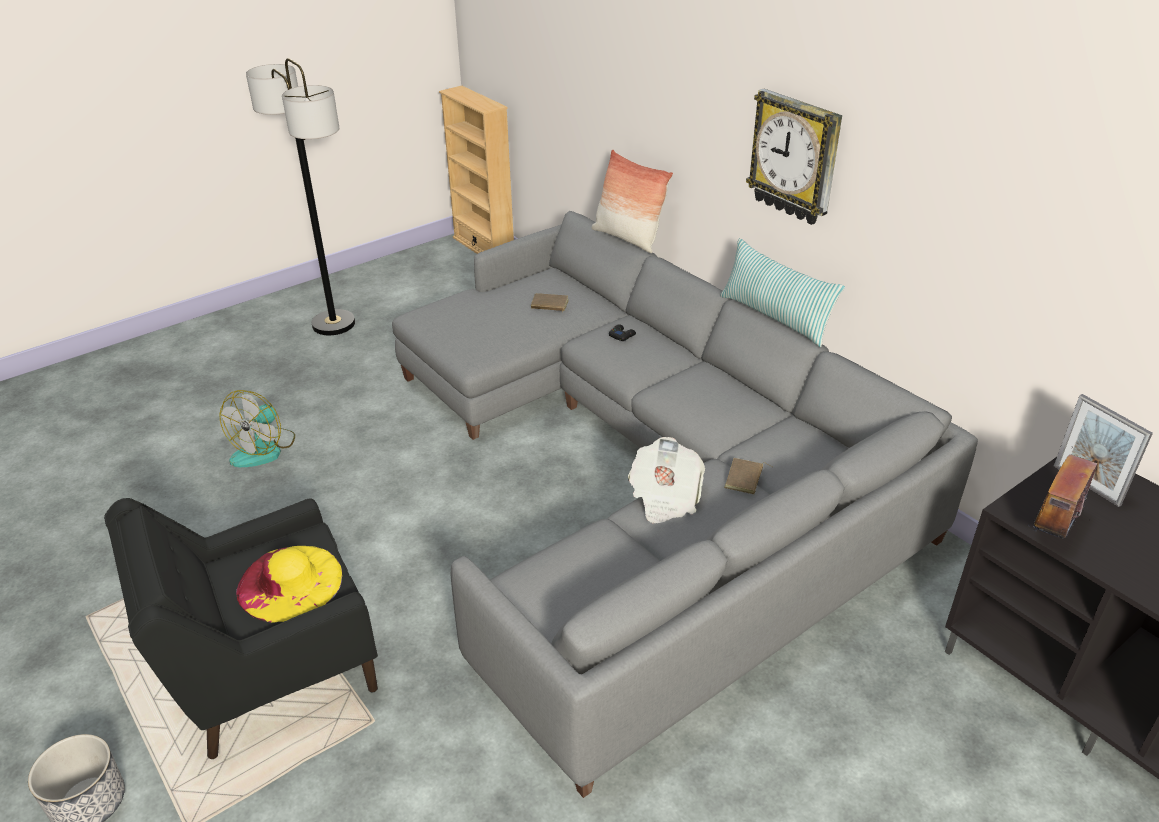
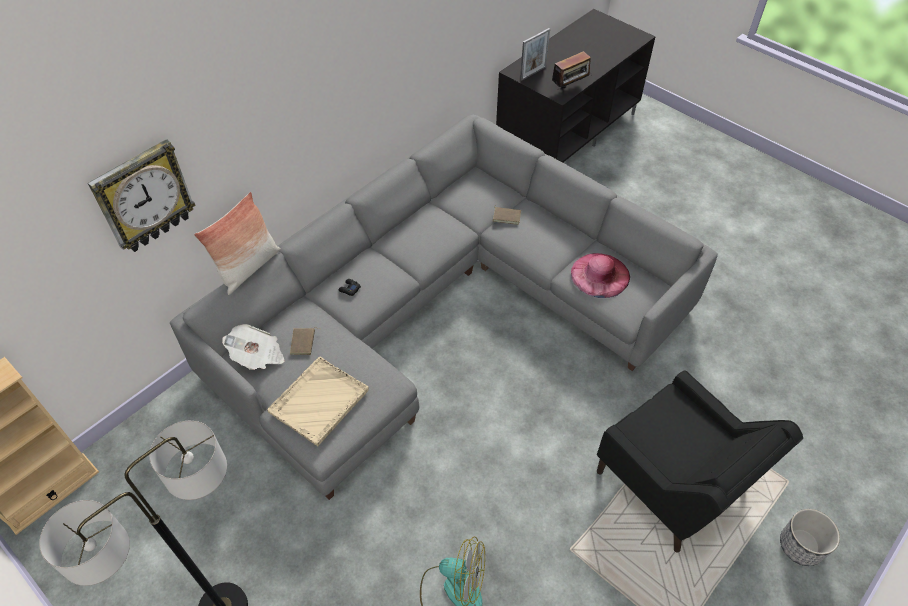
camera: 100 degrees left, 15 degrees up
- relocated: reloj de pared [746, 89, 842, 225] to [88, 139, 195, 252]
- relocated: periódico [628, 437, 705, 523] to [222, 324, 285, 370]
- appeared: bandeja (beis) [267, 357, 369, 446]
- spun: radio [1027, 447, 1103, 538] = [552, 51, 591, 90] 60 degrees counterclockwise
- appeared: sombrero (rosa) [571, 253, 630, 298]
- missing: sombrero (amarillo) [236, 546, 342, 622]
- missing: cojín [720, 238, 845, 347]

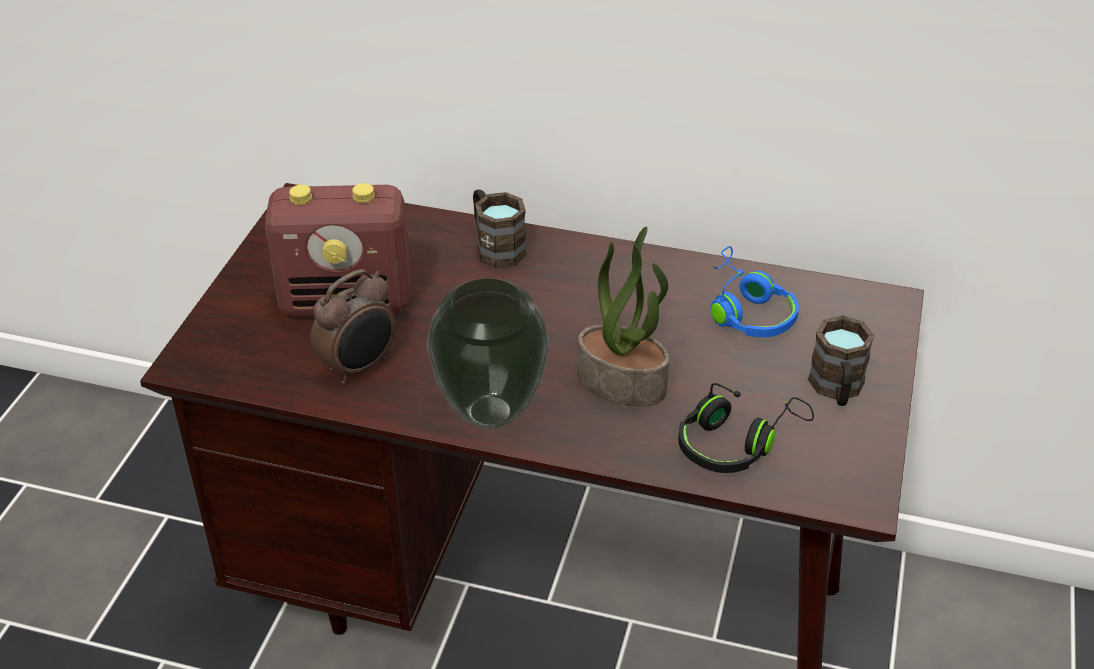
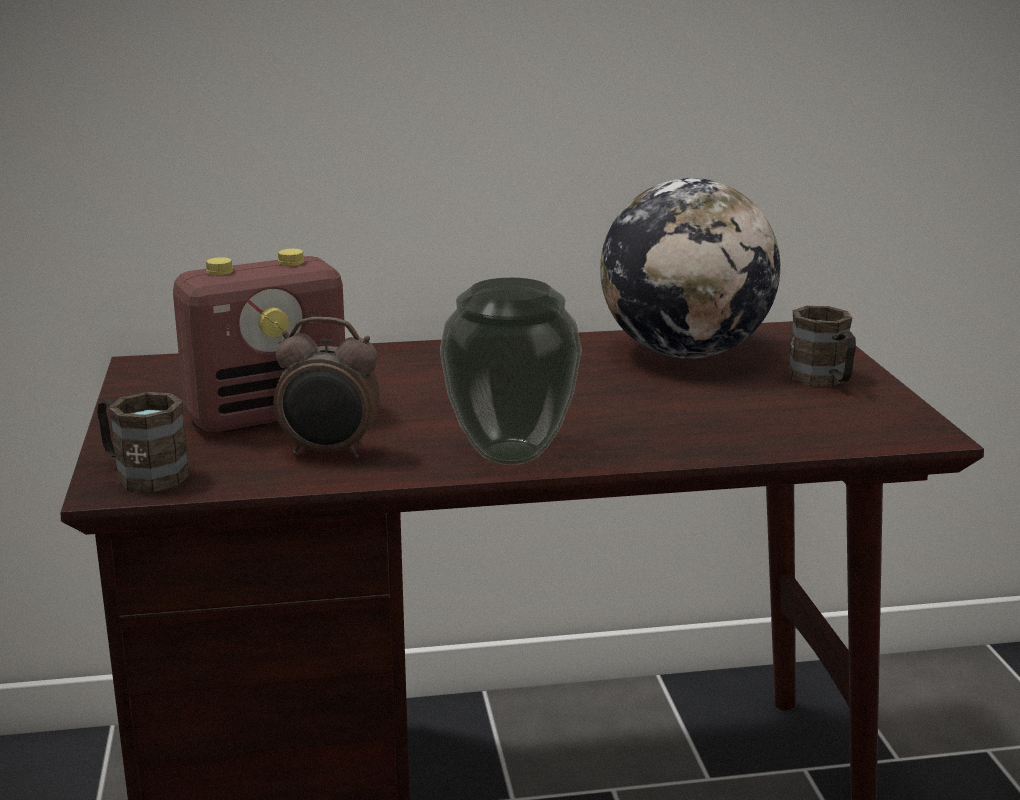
camera: 25 degrees left, 20 degrees down
- relocated: taza grande (marrón) [473, 189, 526, 268] to [97, 392, 190, 492]
- spun: despertador [310, 269, 396, 384] = [274, 317, 380, 459] 75 degrees clockwise
- exchanged: auriculares (azul) [711, 246, 799, 337] to globo terráqueo [600, 178, 780, 359]
- missing: planta en maceta [577, 226, 669, 406]
- missing: auriculares (negro) [678, 383, 814, 473]

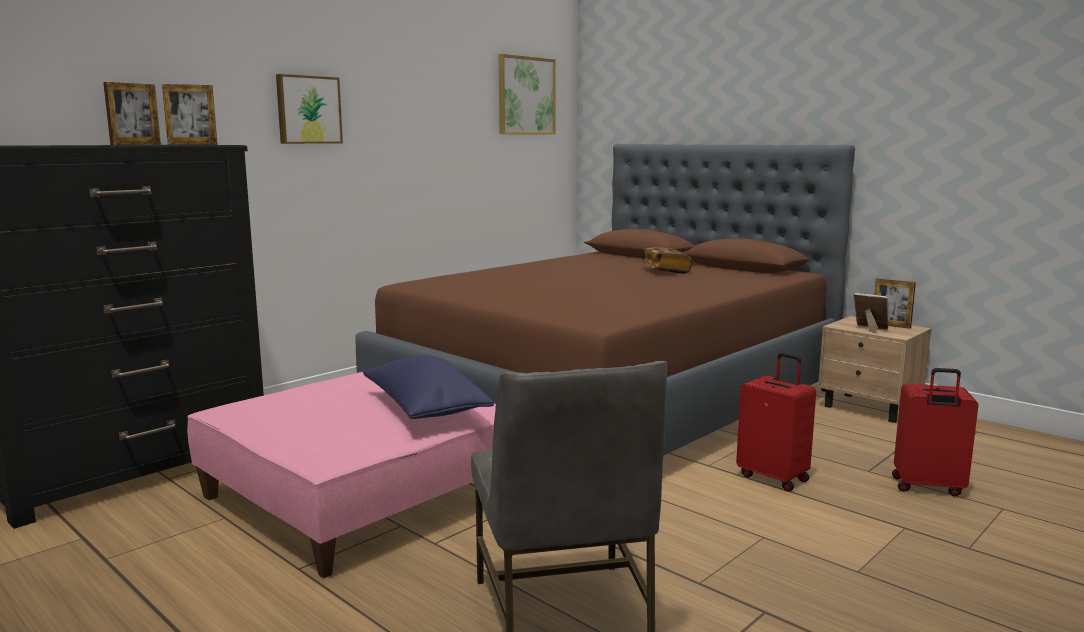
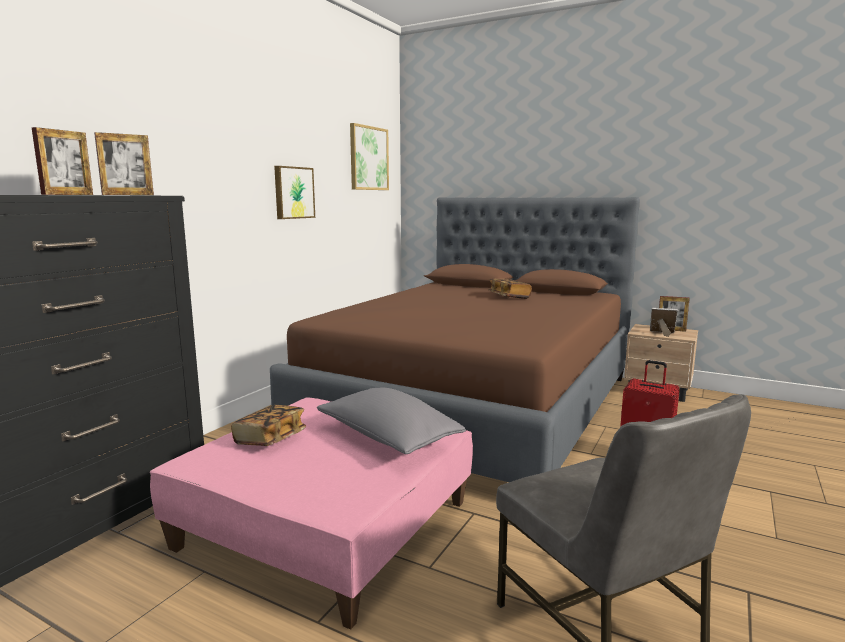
camera: 15 degrees left, 0 degrees up
- appeared: libro [231, 405, 306, 446]
- relocated: cuadro [276, 74, 343, 144] to [274, 166, 315, 219]
- colour: cojín (azul) [363, 355, 494, 419] to cojín (gris) [317, 388, 466, 454]
- missing: maleta (rojo) [892, 368, 978, 497]

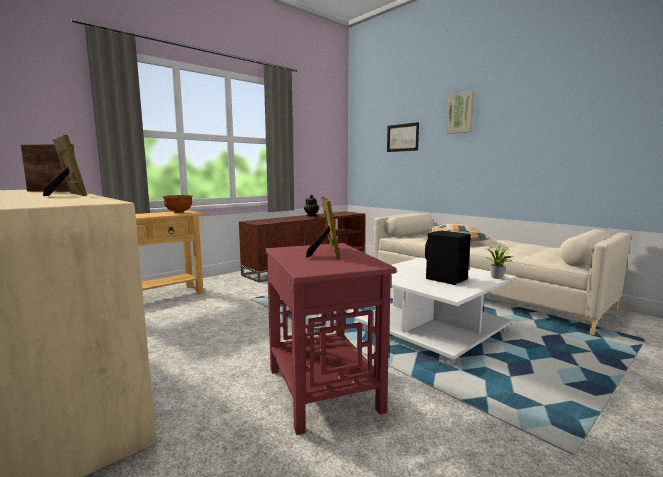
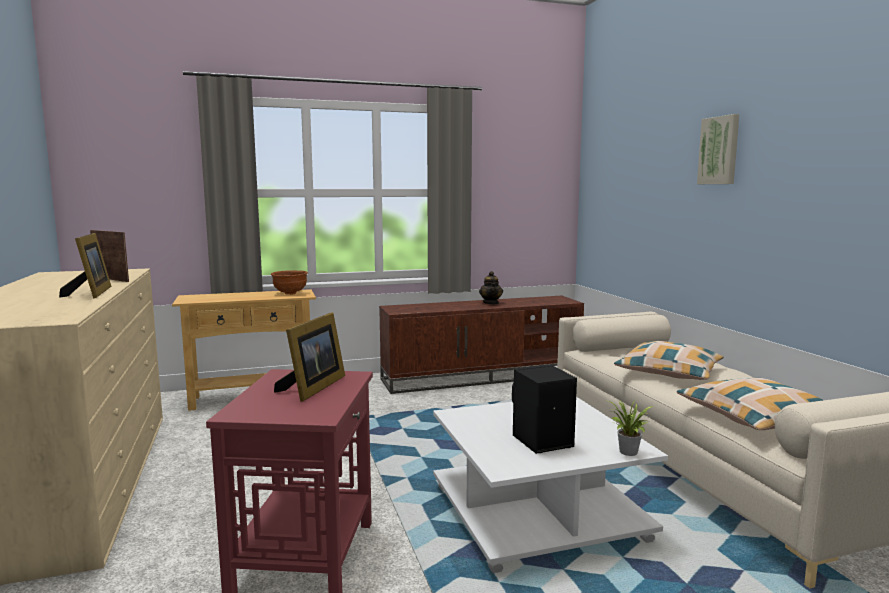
camera: 25 degrees right, 0 degrees up
- appeared: cojín [677, 378, 823, 430]
- missing: cuadro [387, 122, 419, 152]

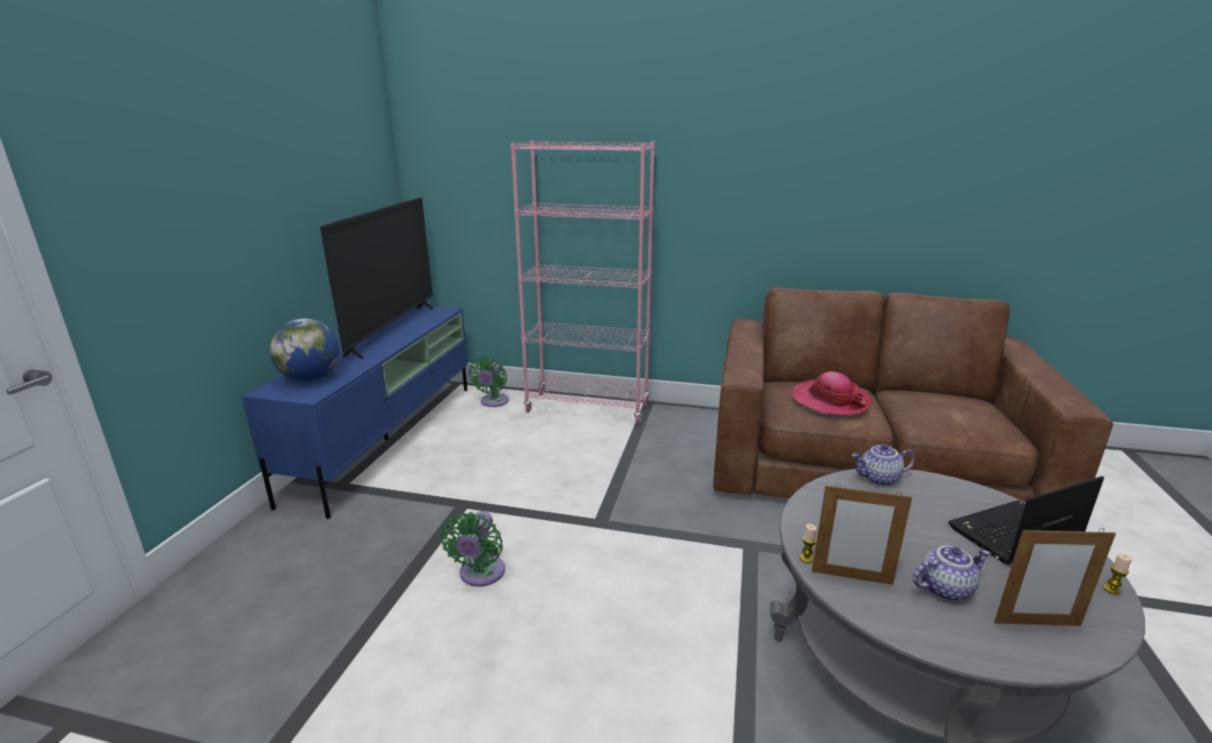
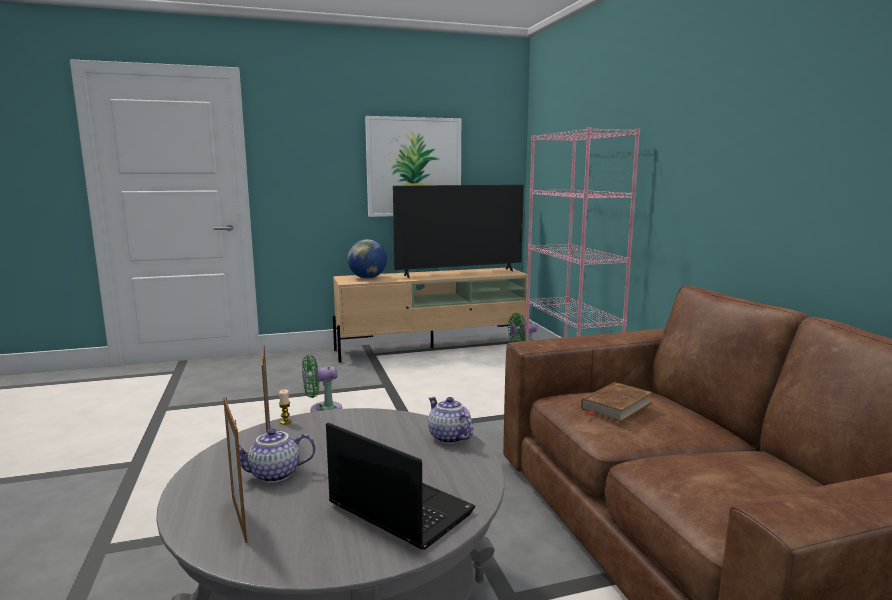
camera: 60 degrees right, 10 degrees down
- spun: tetera [913, 546, 990, 601] = [239, 429, 316, 483] 120 degrees clockwise
- colour: mueble de televisión (azul) [242, 306, 468, 519] to mueble de televisión (beis) [333, 268, 527, 363]
- appeared: cuadro [365, 116, 461, 217]
- exchanged: sombrero [792, 371, 872, 415] to libro (marrón) [581, 382, 653, 422]
- missing: vela [1103, 553, 1132, 595]

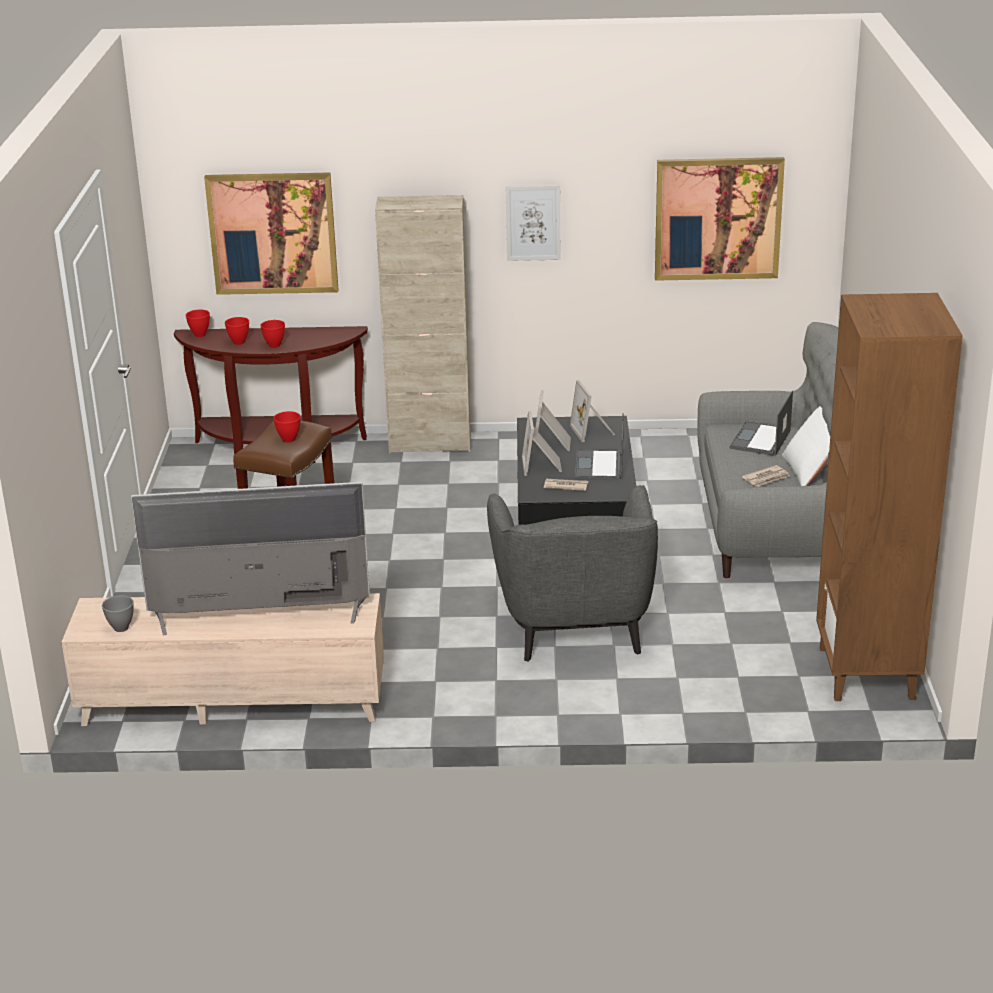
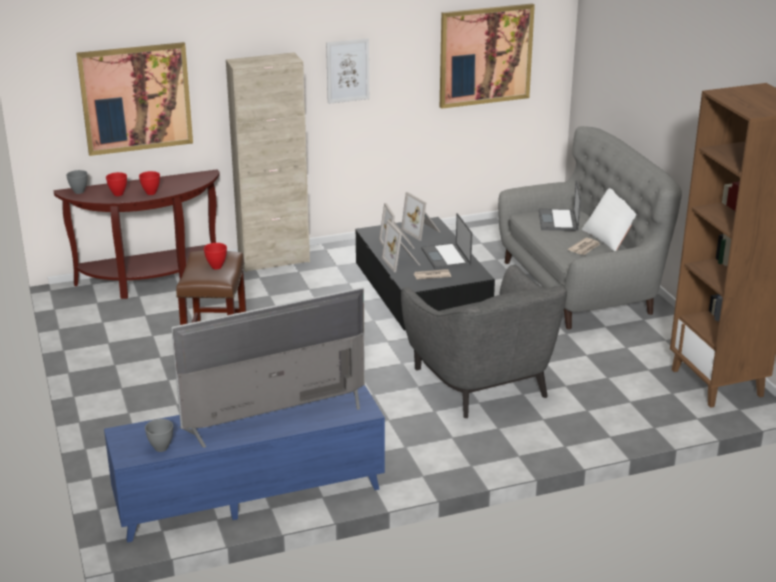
camera: 20 degrees left, 0 degrees up
- colour: cuenco (rojo) [186, 310, 210, 337] to cuenco (gris) [66, 170, 88, 194]
- colour: mueble de televisión (beis) [62, 593, 384, 726] to mueble de televisión (azul) [104, 385, 385, 543]

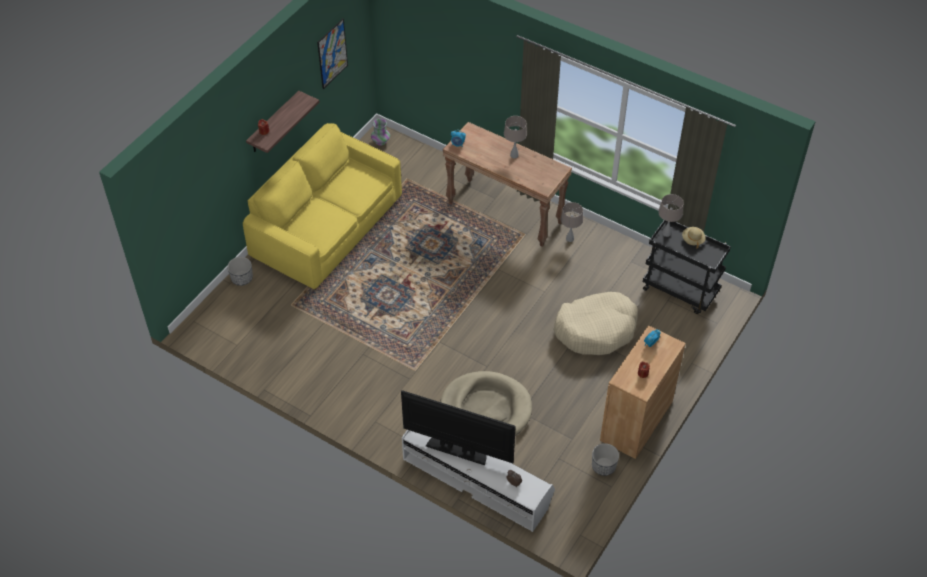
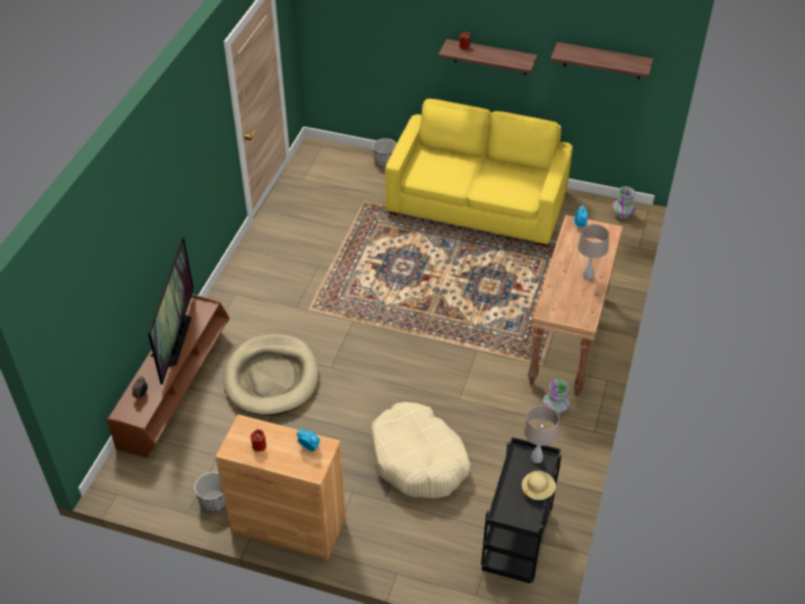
camera: 75 degrees right, 5 degrees down
- colour: mueble de televisión (blanco) [402, 430, 555, 532] to mueble de televisión (marrón) [107, 294, 229, 458]
- exchanged: lámpara de mesa (beis) [561, 202, 583, 242] to florero [543, 379, 570, 415]
- exchanged: cuadro [317, 19, 348, 89] to estante [551, 42, 653, 79]

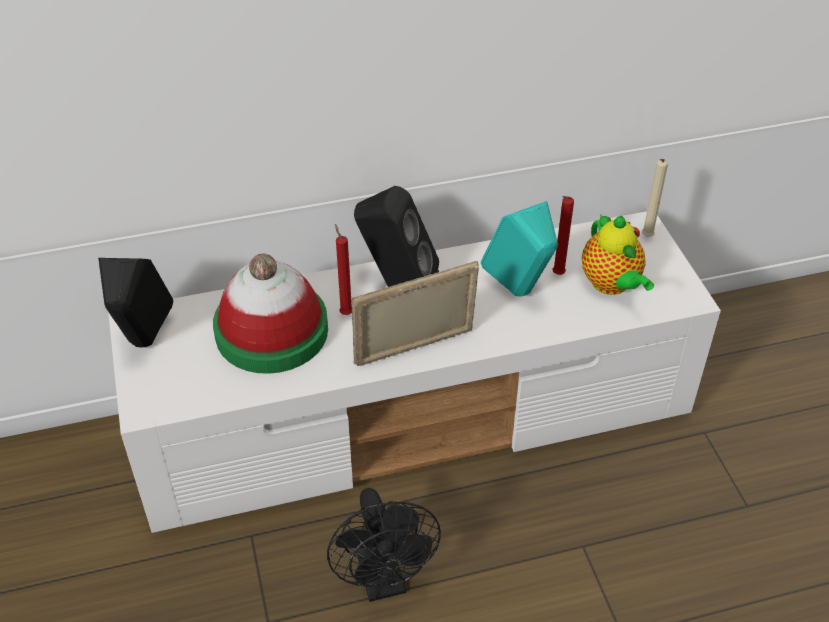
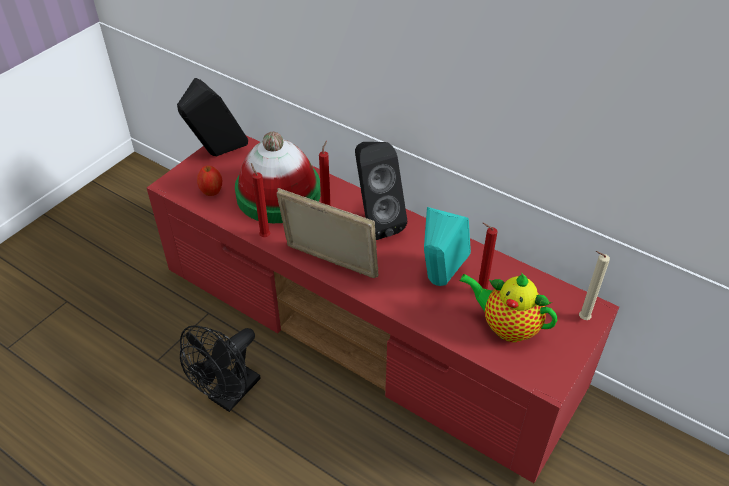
camera: 50 degrees right, 0 degrees up
- colour: mueble de televisión (blanco) [108, 211, 721, 533] to mueble de televisión (rojo) [147, 135, 619, 483]
- appeared: manzana [197, 166, 222, 196]
- appeared: vela (rojo) [251, 163, 270, 237]
- spun: tetera [582, 214, 654, 295] = [460, 272, 557, 342] 90 degrees clockwise

